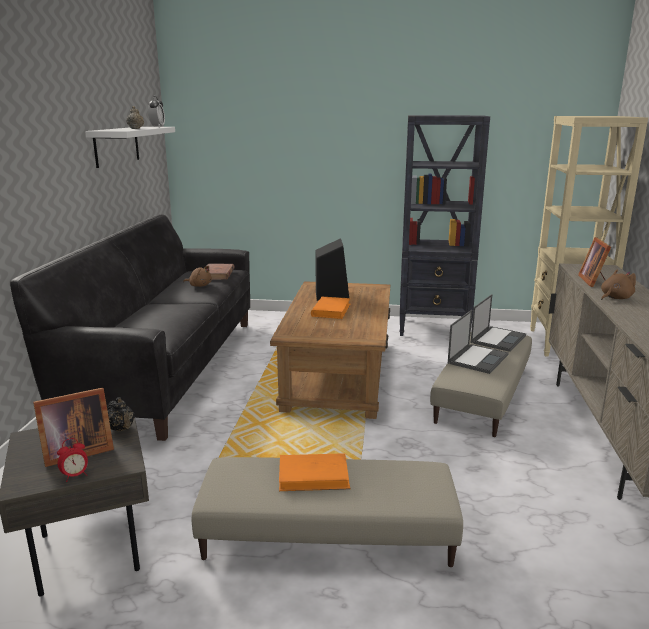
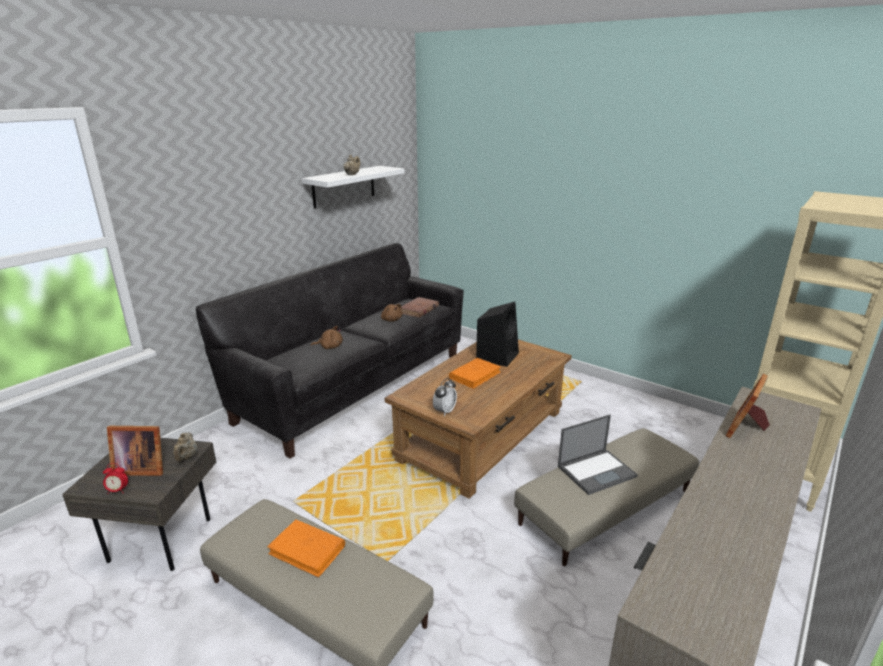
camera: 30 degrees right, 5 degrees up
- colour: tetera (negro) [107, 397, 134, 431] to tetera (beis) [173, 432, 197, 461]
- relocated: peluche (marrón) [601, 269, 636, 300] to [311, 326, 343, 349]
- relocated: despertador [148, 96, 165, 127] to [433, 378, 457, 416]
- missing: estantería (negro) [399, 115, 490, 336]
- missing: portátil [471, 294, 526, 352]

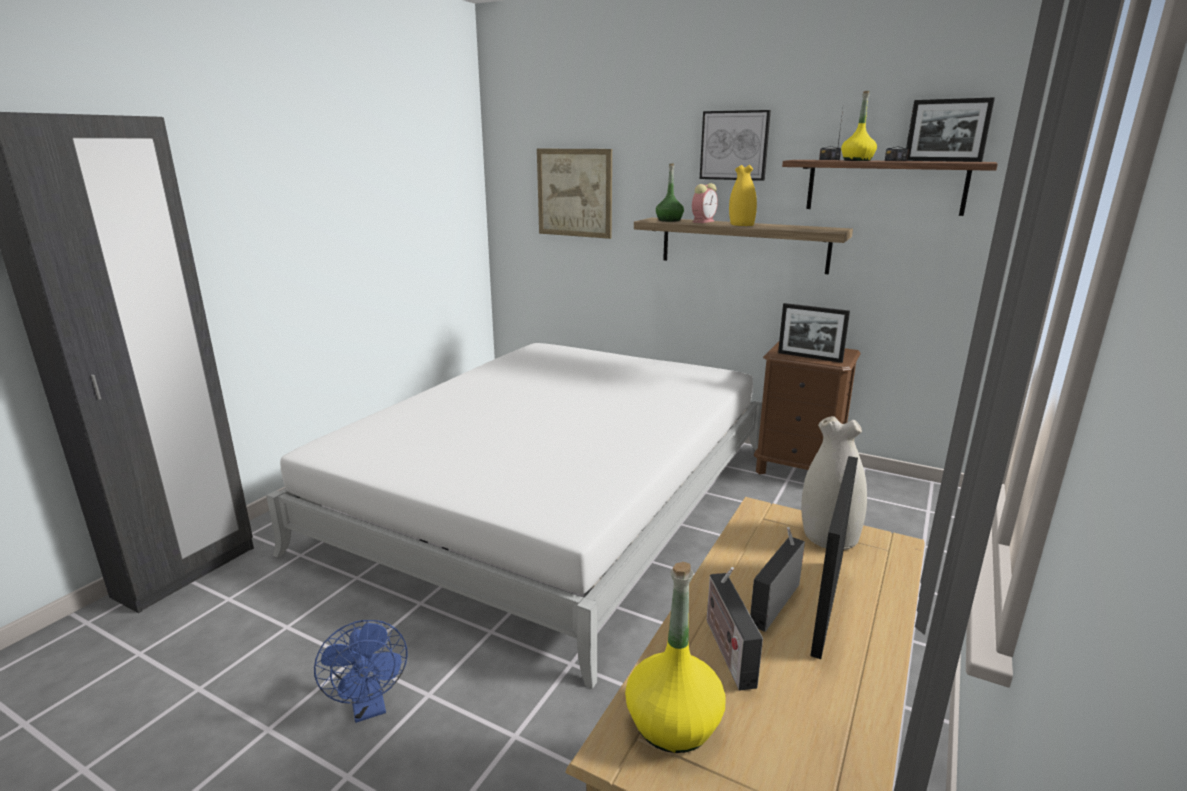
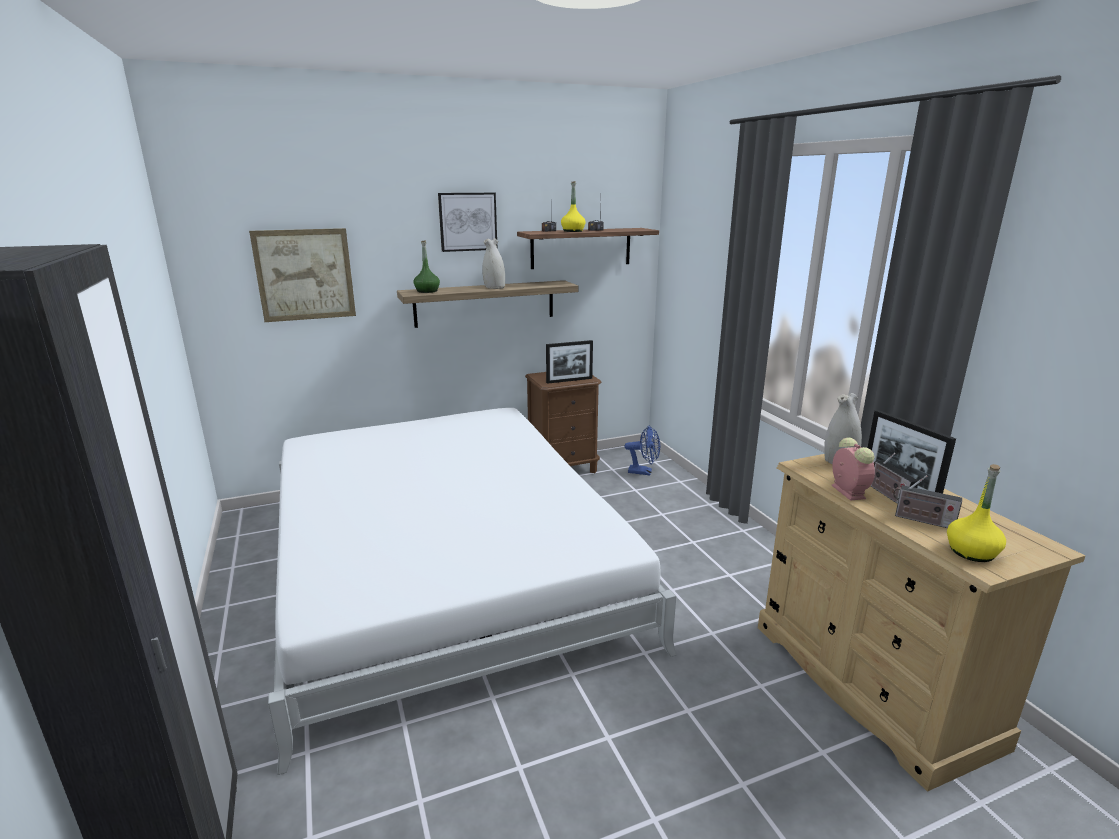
camera: 50 degrees left, 0 degrees up
- colour: florero (amarillo) [729, 165, 757, 226] to florero (blanco) [482, 238, 505, 289]
- relocated: ventilador (azul) [314, 620, 407, 723] to [625, 425, 660, 476]
- relocated: despertador [692, 183, 718, 223] to [831, 437, 875, 501]
- missing: portarretratos [907, 97, 995, 162]

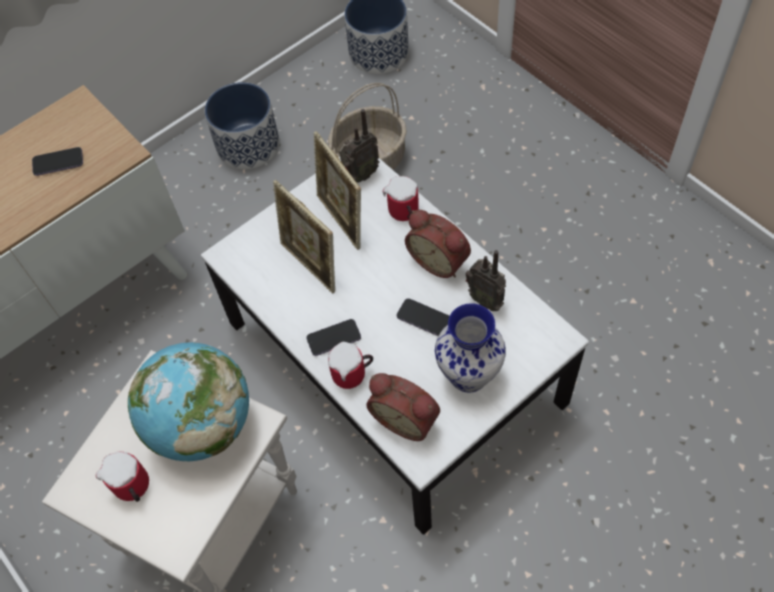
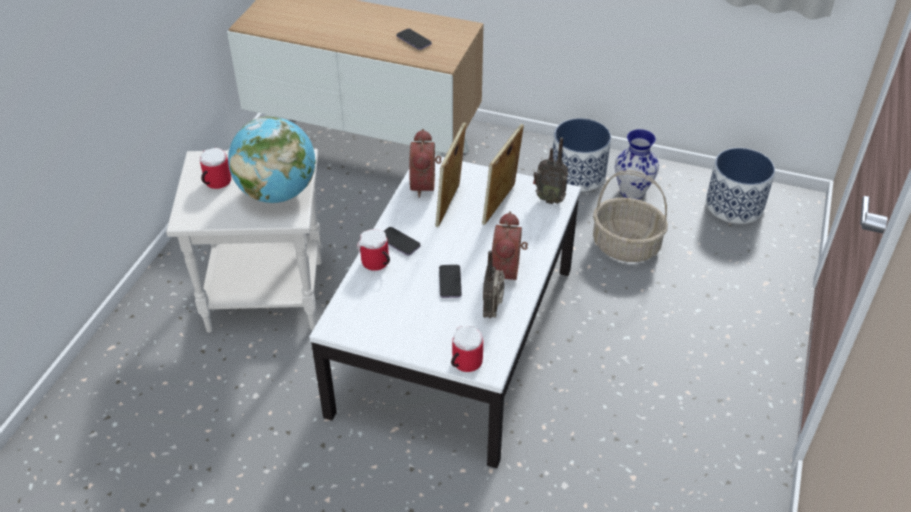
camera: 55 degrees right, 15 degrees down
- relocated: despertador [366, 373, 440, 441] to [409, 129, 441, 198]
- relocated: taza grande [383, 176, 419, 221] to [451, 326, 483, 372]
- relocated: florero [435, 303, 506, 393] to [615, 129, 659, 199]

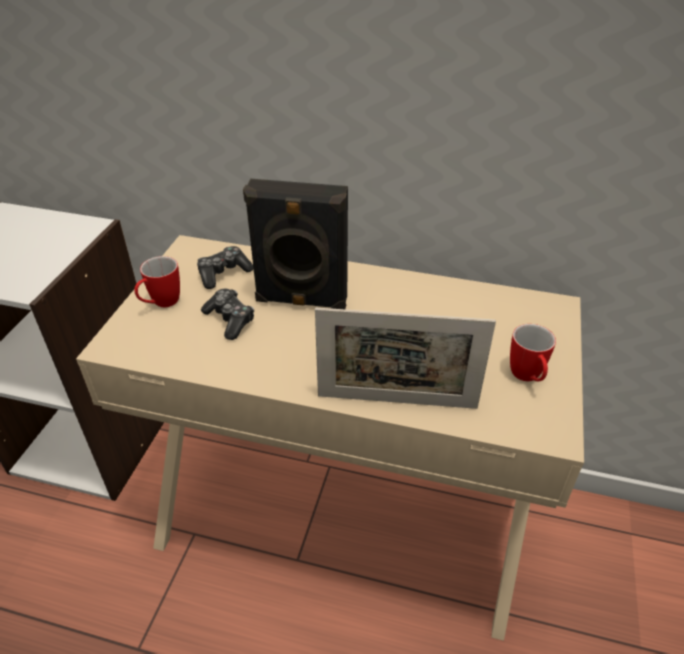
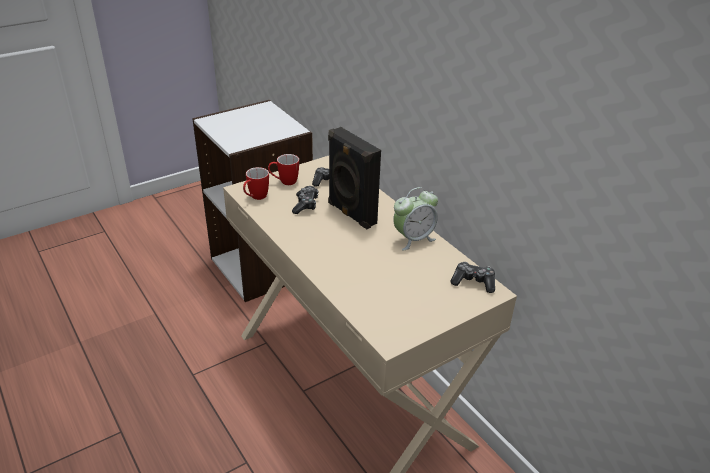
camera: 40 degrees right, 5 degrees down
- relocated: taza grande [510, 324, 556, 381] to [243, 167, 269, 200]
- appeared: despertador [393, 187, 438, 250]
- appeared: mando de consola [450, 262, 495, 293]
- missing: portarretratos [315, 308, 496, 409]

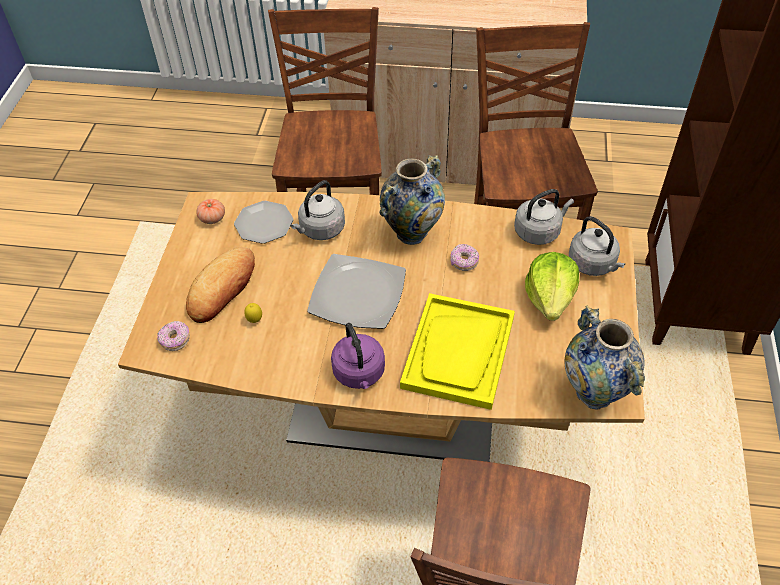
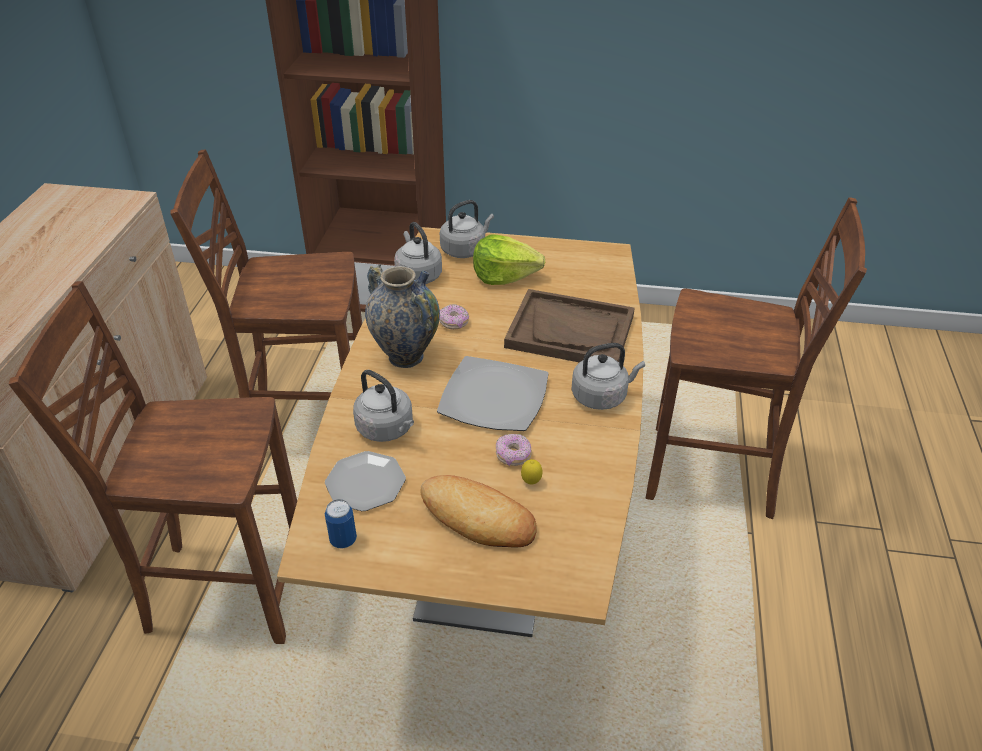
camera: 90 degrees left, 10 degrees down
- exchanged: tomate [196, 199, 225, 224] to lata [325, 499, 357, 549]
- relocated: rosquilla [157, 321, 190, 351] to [496, 434, 532, 466]
- colour: bandeja (amarillo) [400, 293, 515, 410] to bandeja (marrón) [504, 289, 635, 362]
- colour: hervidor (morado) [331, 323, 385, 389] to hervidor (gris) [571, 343, 645, 410]
- missing: florero [564, 305, 645, 409]

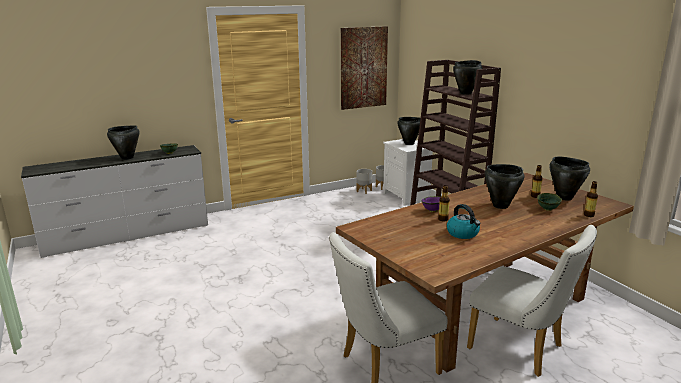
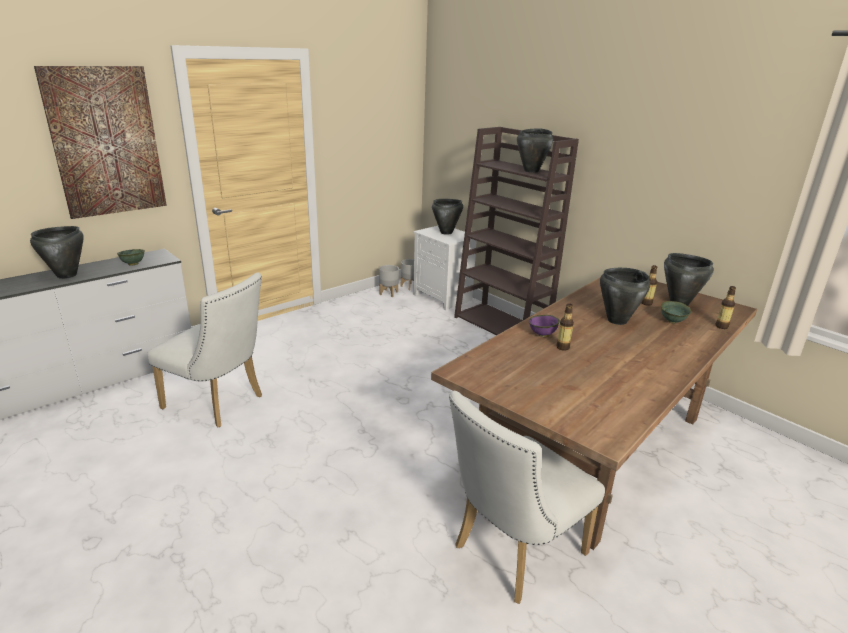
camera: 15 degrees left, 5 degrees up
- relocated: cuadro [341, 26, 388, 110] to [34, 66, 167, 219]
- relocated: silla (blanco) [467, 225, 597, 377] to [147, 273, 262, 427]
- missing: hervidor [447, 204, 480, 239]

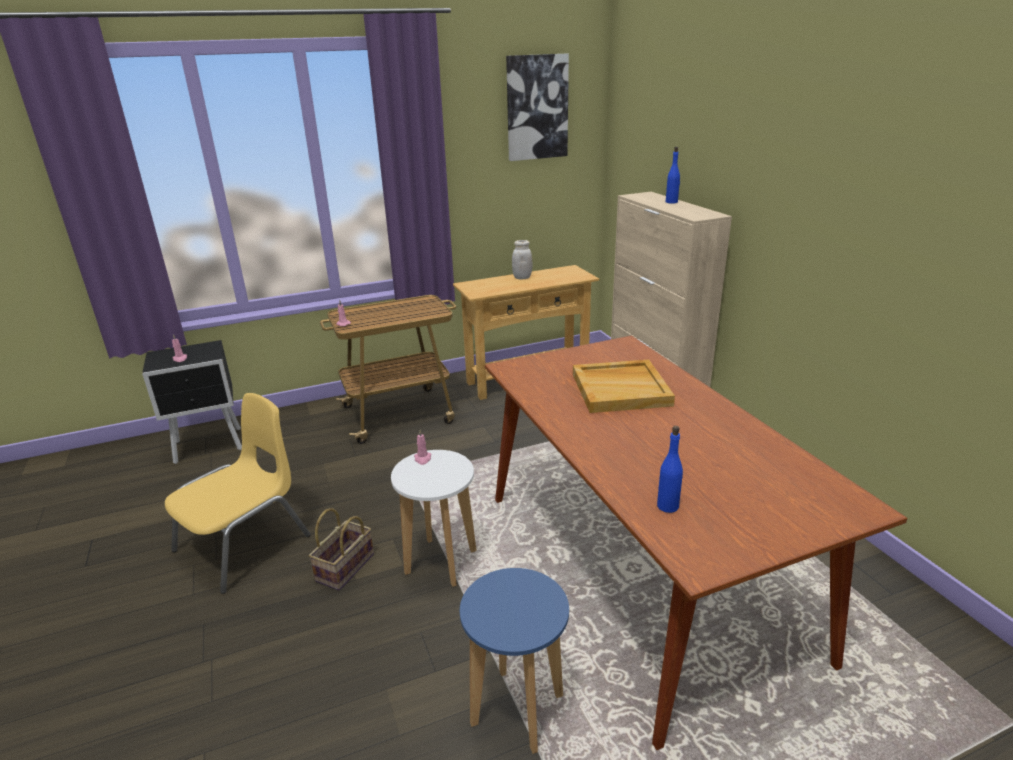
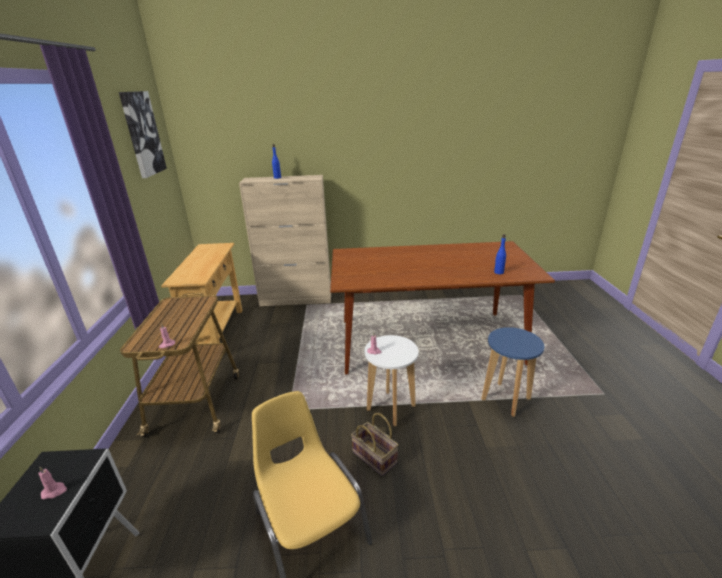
camera: 70 degrees left, 0 degrees up
- missing: tarro (blanco) [512, 240, 532, 280]
- missing: bandeja (beis) [573, 359, 675, 413]

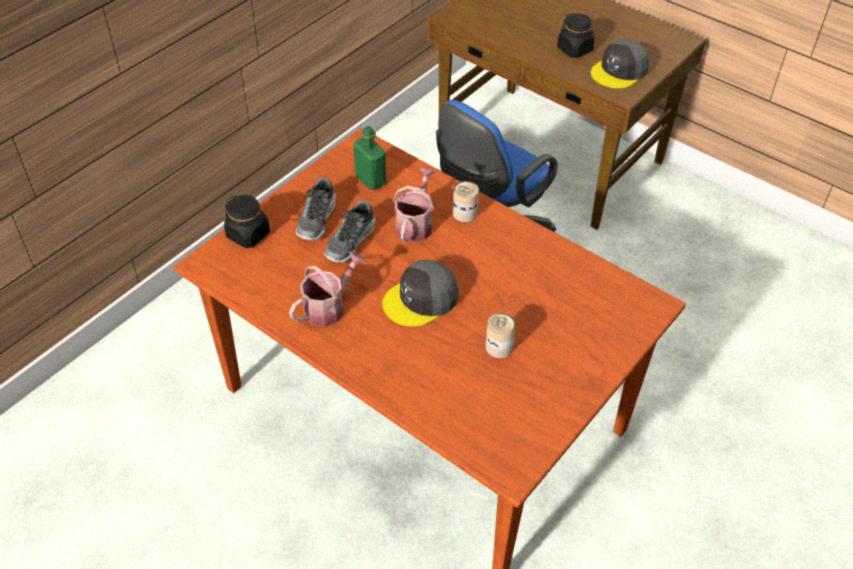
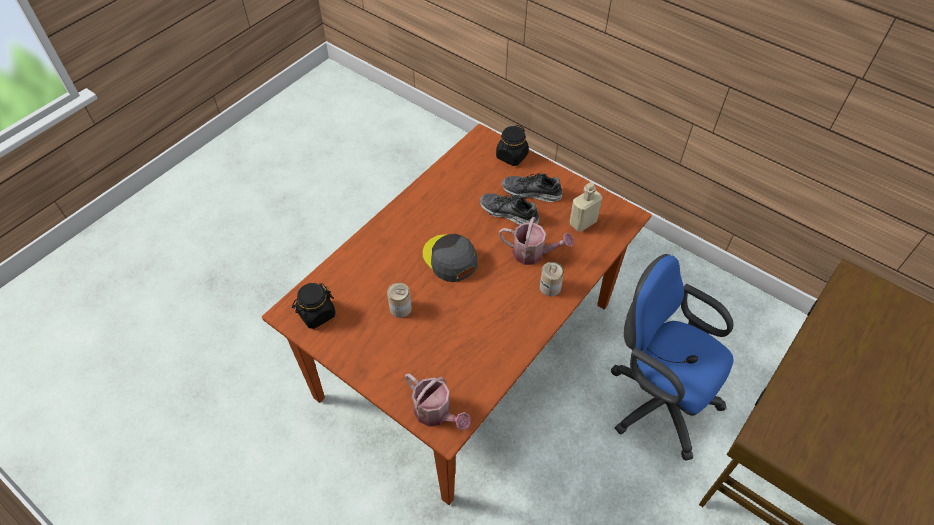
camera: 90 degrees right, 5 degrees up
- relocated: tarro (negro) [557, 13, 594, 58] to [292, 283, 336, 329]
- relocated: regadera [289, 251, 366, 327] to [405, 374, 471, 430]
- colour: botella (verde) [353, 126, 386, 190] to botella (beis) [570, 182, 602, 232]
- missing: gorra (gris) [591, 39, 649, 89]

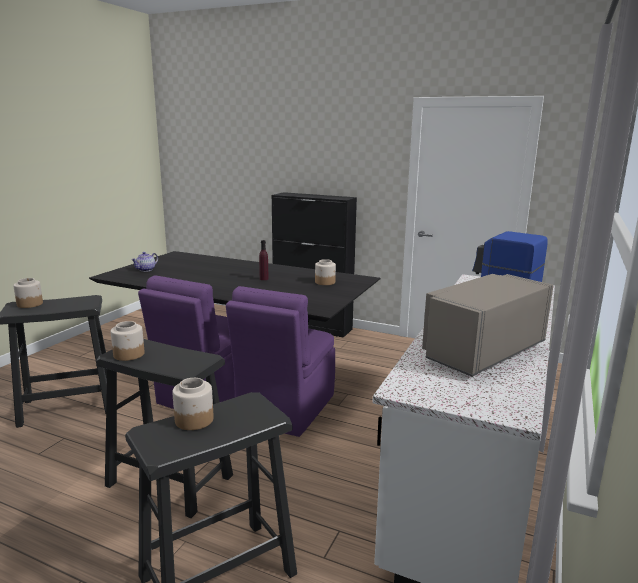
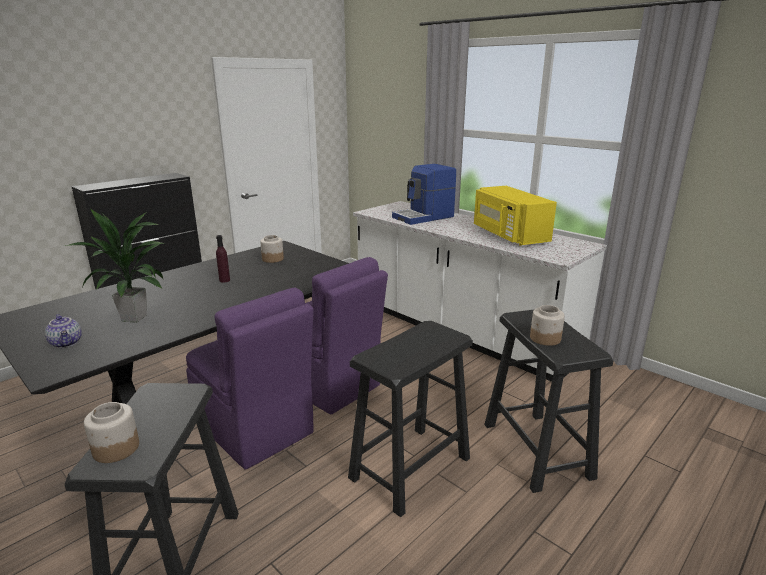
camera: 70 degrees left, 5 degrees up
- appeared: planta en maceta [65, 208, 164, 323]
- colour: microondas (gris) [422, 274, 554, 377] to microondas (amarillo) [474, 186, 557, 246]
- missing: tarro [111, 321, 145, 361]

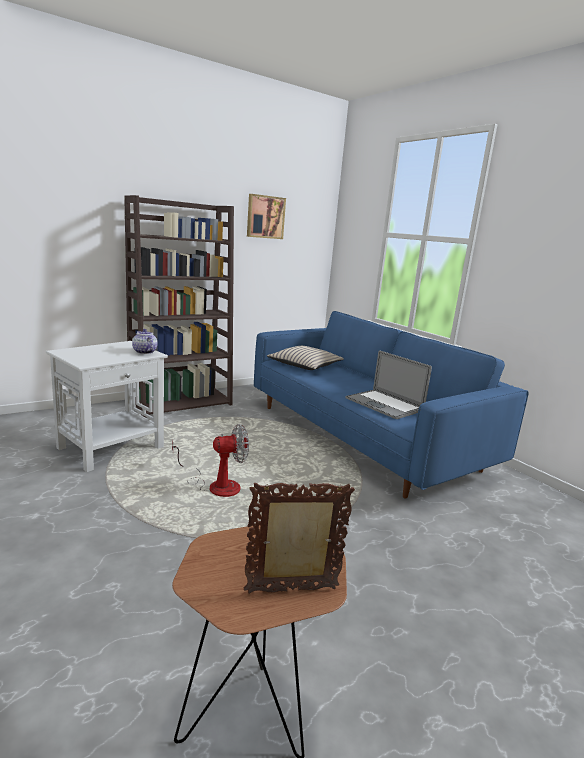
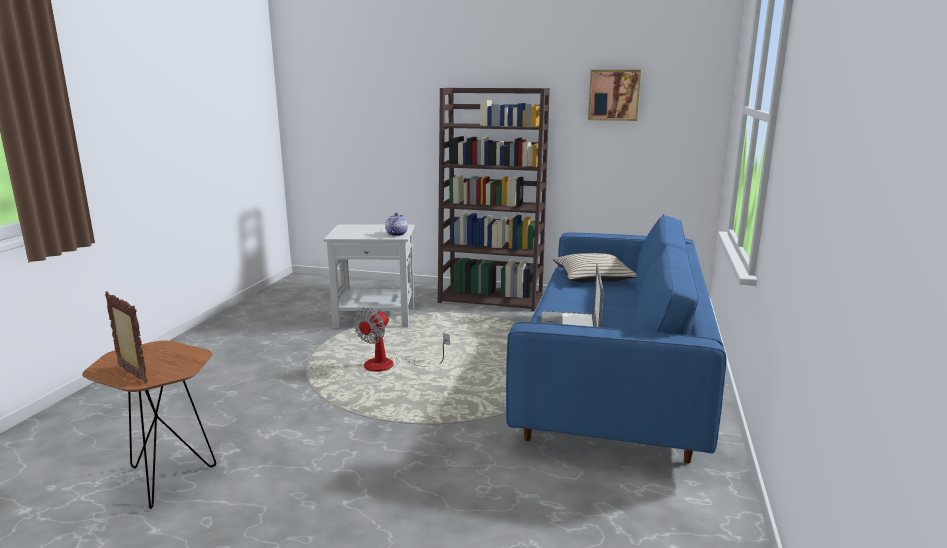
camera: 50 degrees right, 0 degrees up
- spun: ventilador [172, 424, 249, 497] = [353, 308, 450, 372] 90 degrees clockwise

